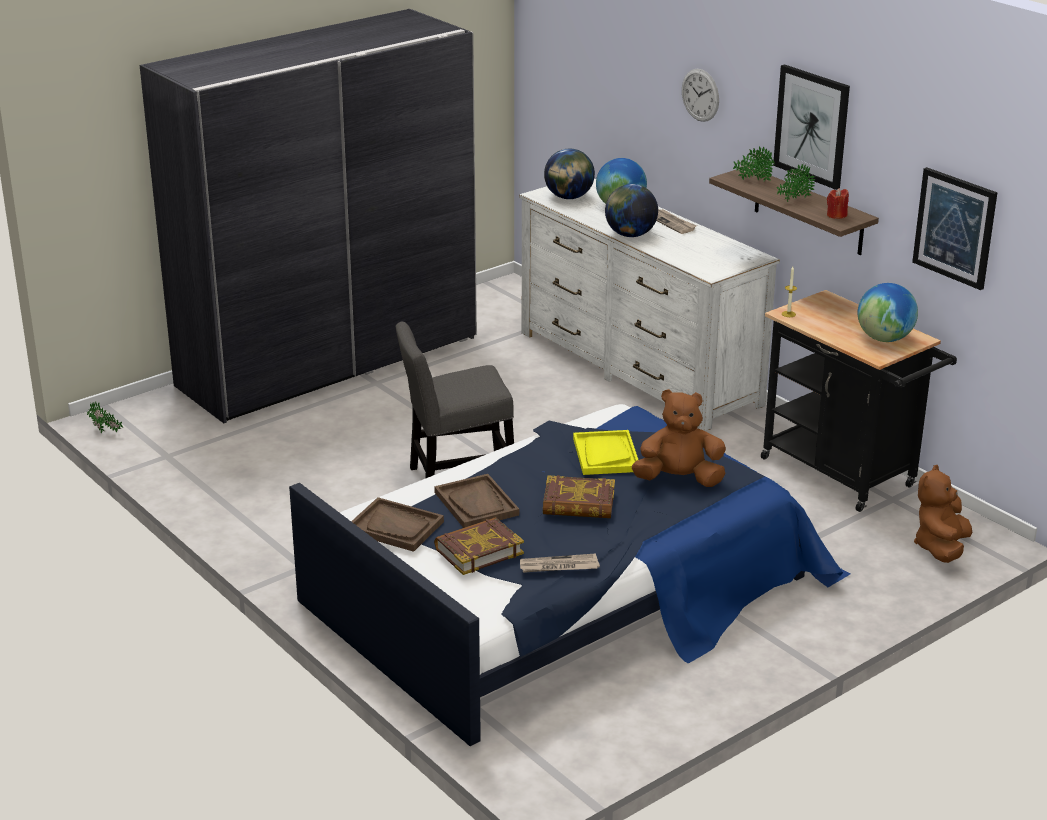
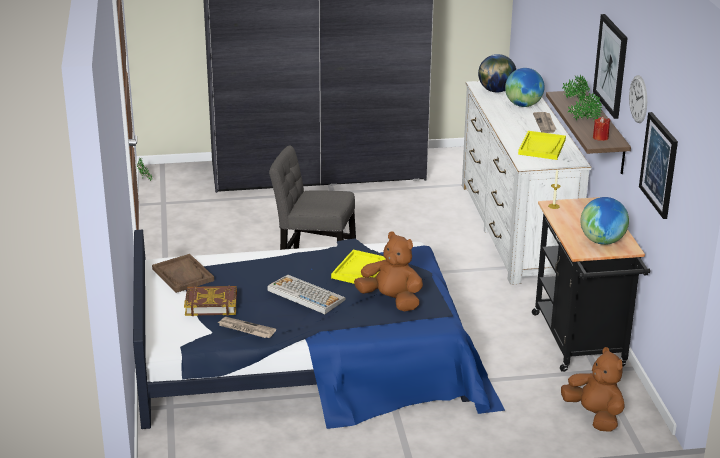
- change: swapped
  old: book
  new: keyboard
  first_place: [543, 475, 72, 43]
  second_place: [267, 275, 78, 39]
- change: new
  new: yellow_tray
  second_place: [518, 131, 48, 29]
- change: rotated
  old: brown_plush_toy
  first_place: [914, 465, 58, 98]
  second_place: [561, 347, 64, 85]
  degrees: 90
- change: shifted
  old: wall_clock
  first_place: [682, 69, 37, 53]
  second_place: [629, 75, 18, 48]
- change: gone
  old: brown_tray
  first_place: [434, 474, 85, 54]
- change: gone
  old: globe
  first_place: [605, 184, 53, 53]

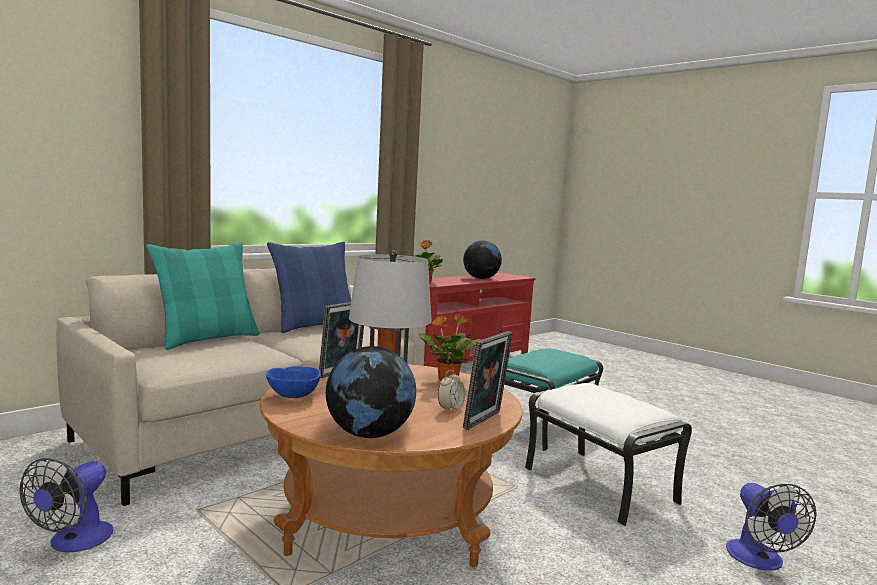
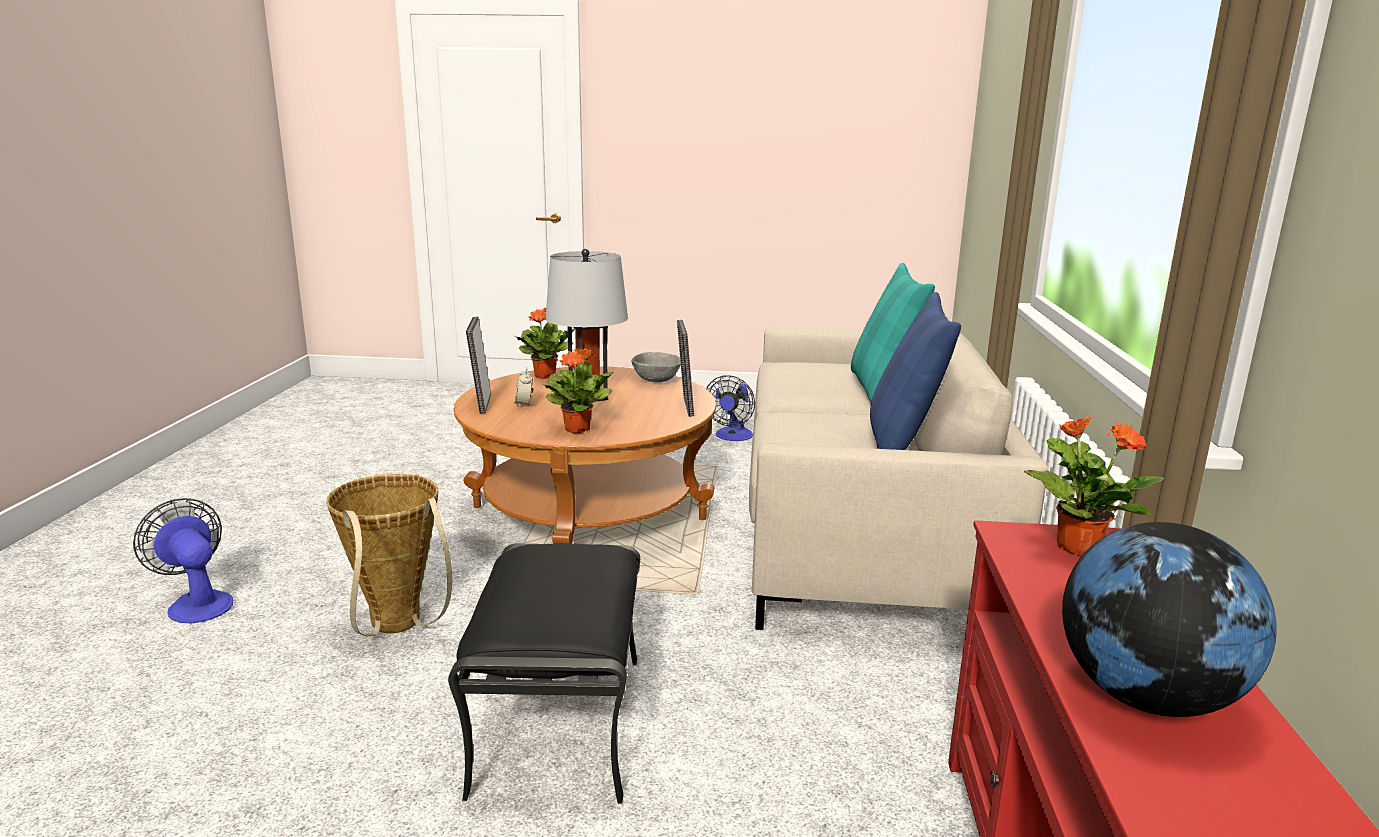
- change: swapped
  old: white_ottoman
  new: basket
  first_place: [525, 383, 167, 143]
  second_place: [326, 474, 126, 163]
- change: repainted
  old: turquoise_ottoman
  new: black_ottoman
  first_place: [504, 348, 99, 103]
  second_place: [448, 543, 192, 261]
- change: swapped
  old: globe
  new: potted_plant
  first_place: [326, 346, 90, 92]
  second_place: [514, 308, 61, 71]
- change: repainted
  old: blue_bowl
  new: grey_bowl
  first_place: [266, 366, 55, 32]
  second_place: [631, 352, 50, 31]
- change: rotated
  old: fan
  first_place: [19, 458, 94, 95]
  second_place: [706, 375, 49, 66]
  degrees: -135

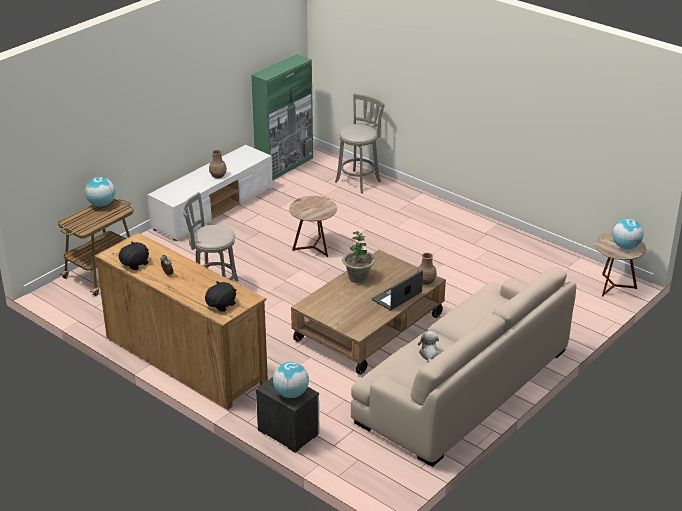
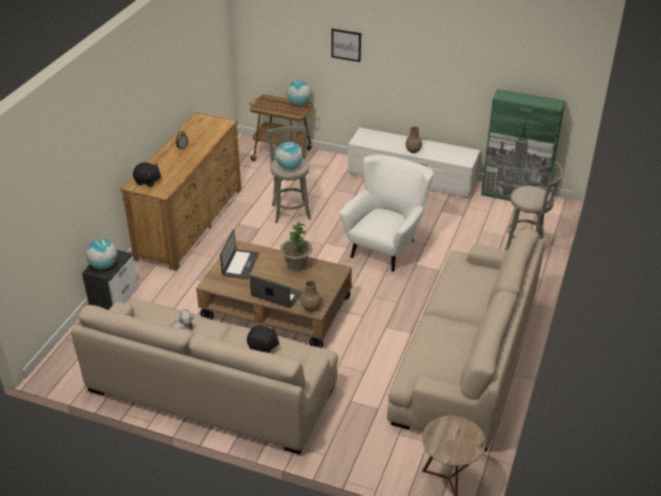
- change: new
  new: laptop
  second_place: [220, 230, 39, 49]
- change: shifted
  old: black_plush_toy
  first_place: [119, 241, 30, 29]
  second_place: [247, 325, 32, 28]
- change: shifted
  old: globe
  first_place: [612, 219, 32, 30]
  second_place: [275, 142, 28, 27]
- change: new
  new: picture
  second_place: [331, 29, 30, 33]
- change: swapped
  old: brown_side_table
  new: white_armchair
  first_place: [289, 196, 48, 61]
  second_place: [339, 154, 95, 118]
- change: new
  new: beige_sofa
  second_place: [387, 229, 158, 222]

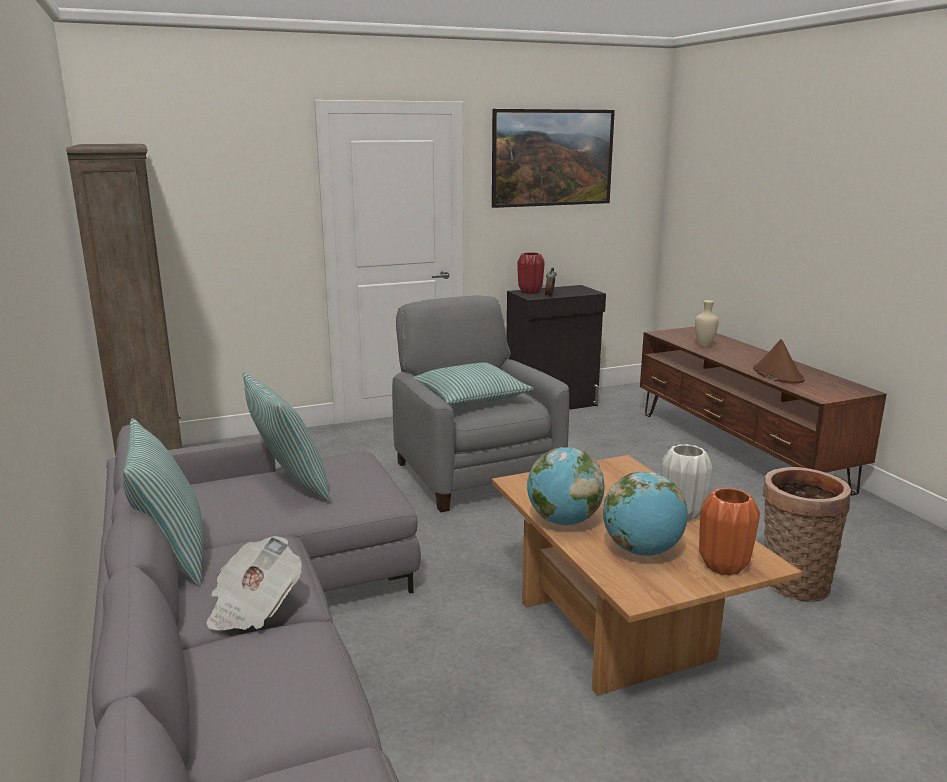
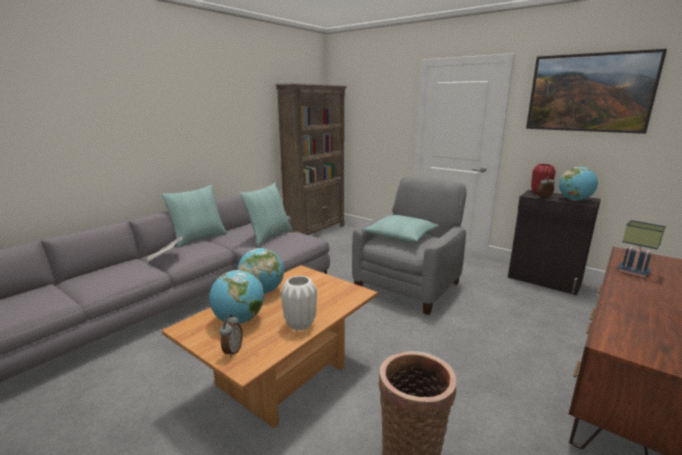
- change: swapped
  old: orange_vase
  new: alarm_clock
  first_place: [699, 488, 61, 88]
  second_place: [219, 315, 24, 42]
- change: new
  new: globe
  second_place: [559, 167, 39, 34]
- change: swapped
  old: beige_vase
  new: table_lamp
  first_place: [695, 300, 24, 47]
  second_place: [617, 220, 49, 58]
- change: gone
  old: brown_hat
  first_place: [753, 339, 52, 45]

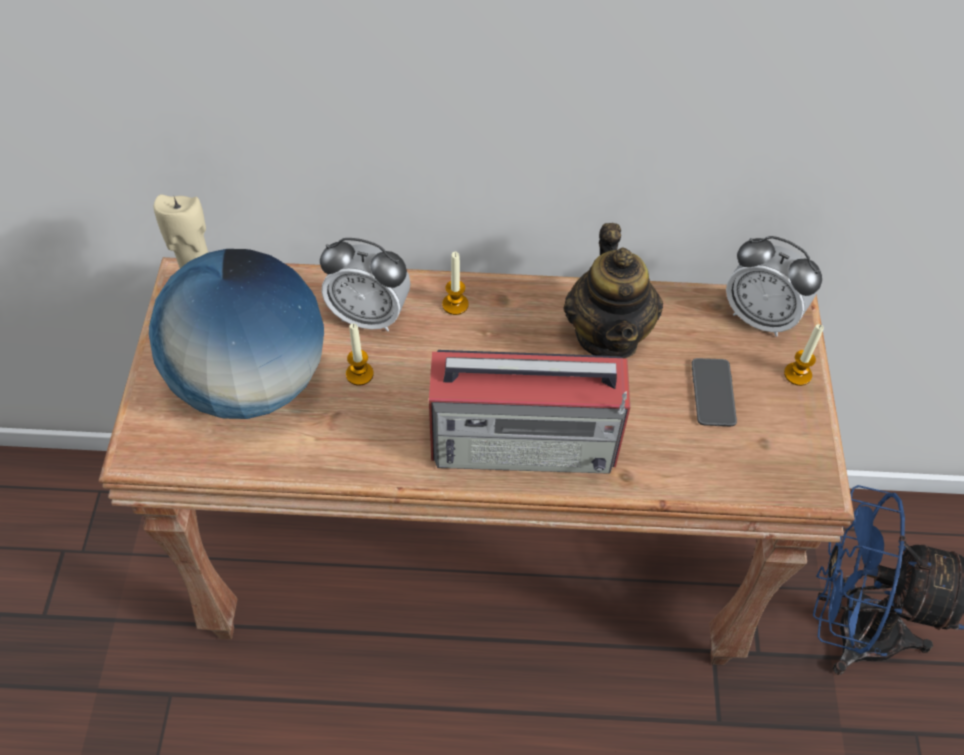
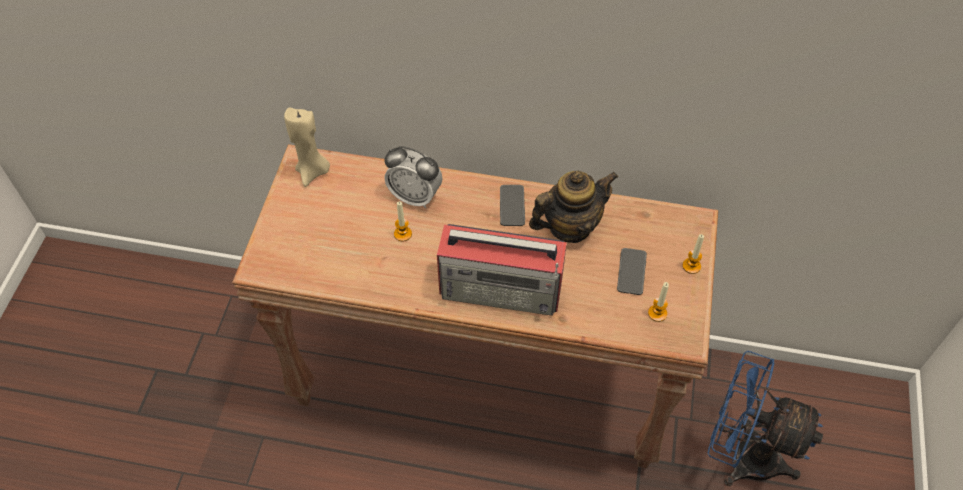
- change: new
  new: phone
  second_place: [500, 185, 25, 41]
- change: rotated
  old: teapot
  first_place: [564, 223, 99, 135]
  second_place: [529, 171, 89, 72]
  degrees: -120
- change: shifted
  old: candle
  first_place: [442, 252, 27, 63]
  second_place: [648, 282, 21, 40]
- change: gone
  old: globe
  first_place: [149, 249, 175, 170]
- change: gone
  old: alarm_clock
  first_place: [726, 236, 96, 101]

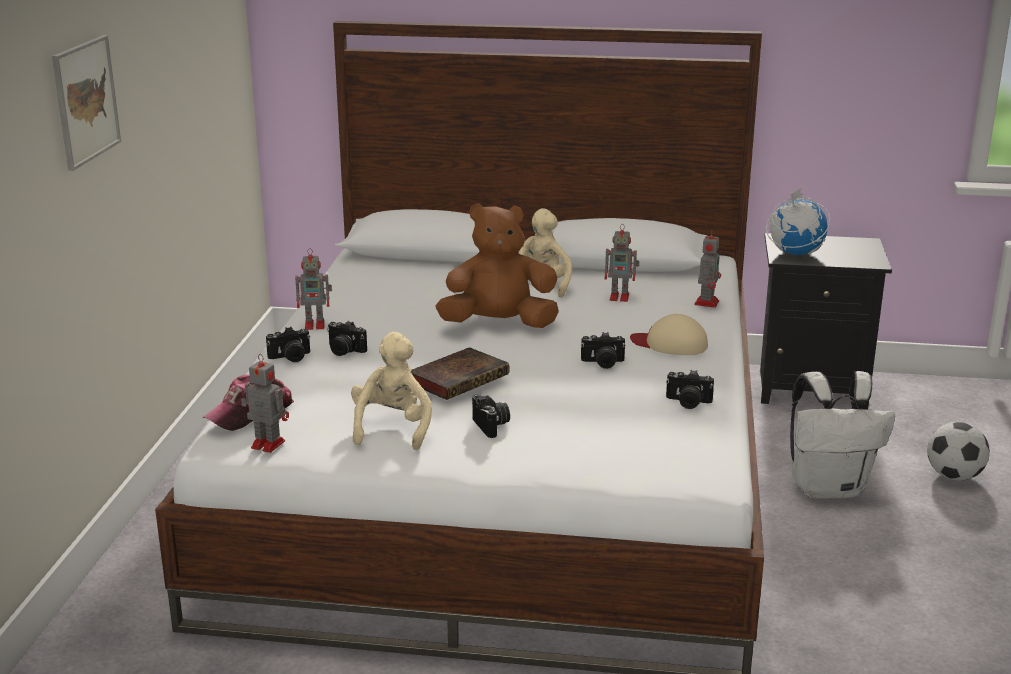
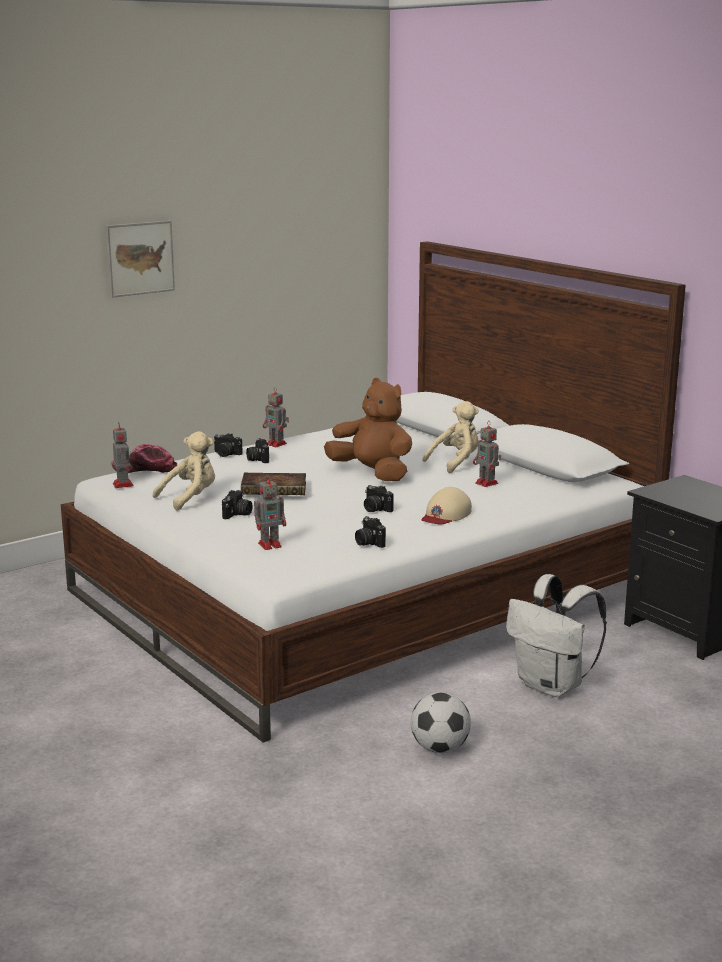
- change: shifted
  old: toy_robot
  first_place: [695, 230, 26, 78]
  second_place: [254, 474, 32, 76]
- change: shifted
  old: football
  first_place: [927, 422, 63, 59]
  second_place: [411, 692, 60, 61]
- change: rotated
  old: beige_cap
  first_place: [630, 314, 78, 41]
  second_place: [421, 487, 51, 37]
  degrees: -120
- change: gone
  old: globe
  first_place: [766, 187, 64, 68]

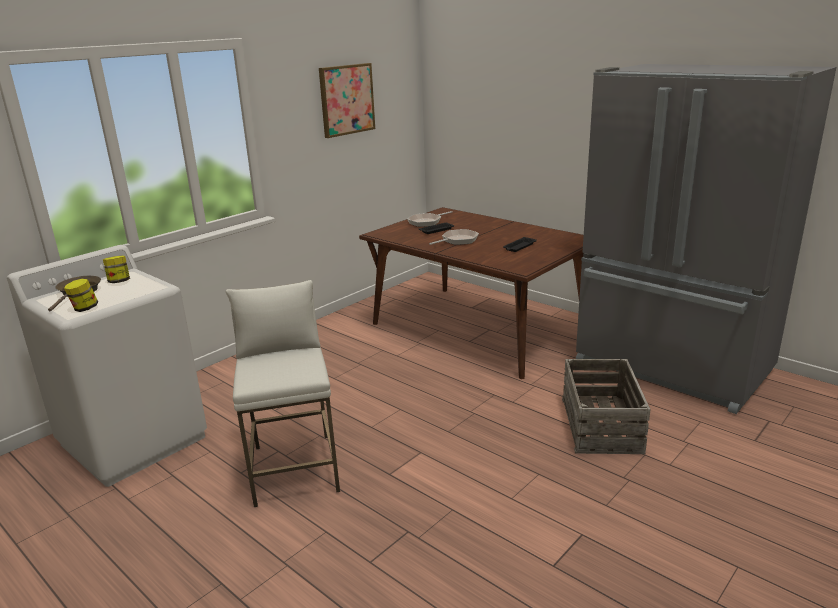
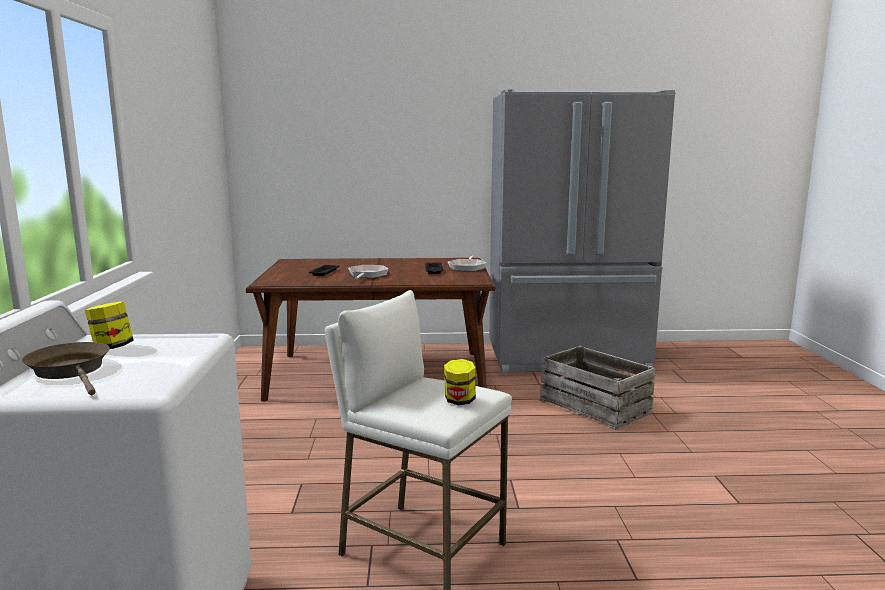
- change: shifted
  old: jar
  first_place: [64, 278, 34, 34]
  second_place: [444, 359, 32, 46]
- change: shifted
  old: frying_pan
  first_place: [407, 211, 46, 16]
  second_place: [448, 256, 39, 15]
- change: gone
  old: picture
  first_place: [319, 63, 56, 75]

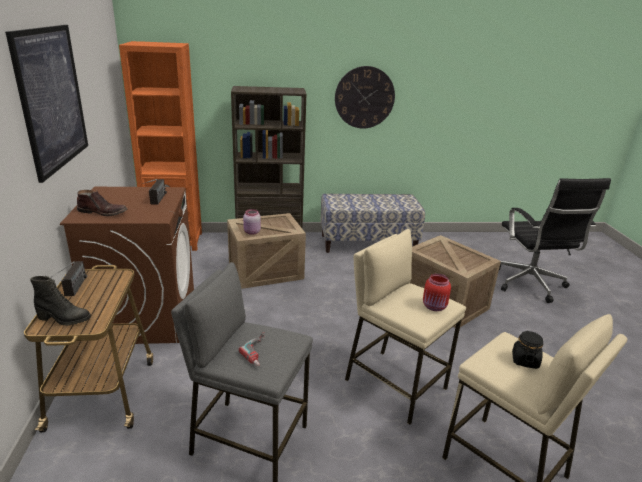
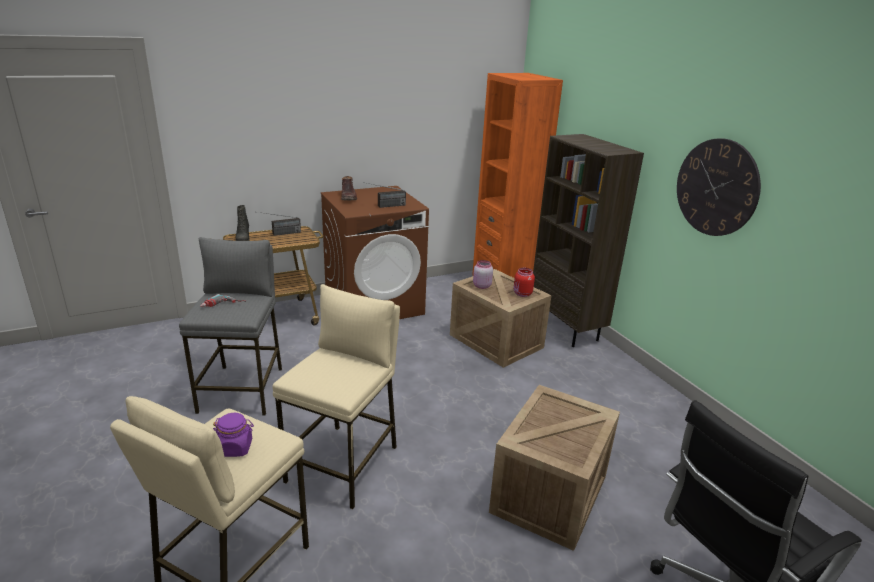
- change: repainted
  old: black_jar
  new: purple_jar
  first_place: [512, 331, 31, 38]
  second_place: [213, 413, 41, 44]
- change: shifted
  old: red_jar
  first_place: [423, 274, 28, 37]
  second_place: [514, 268, 21, 29]
- change: gone
  old: picture
  first_place: [5, 25, 83, 158]
- change: gone
  old: bench
  first_place: [320, 194, 105, 59]

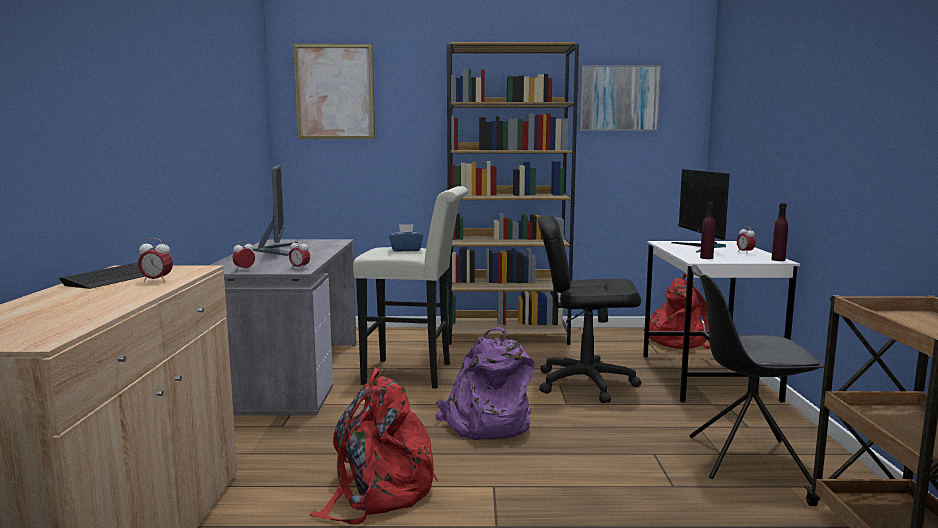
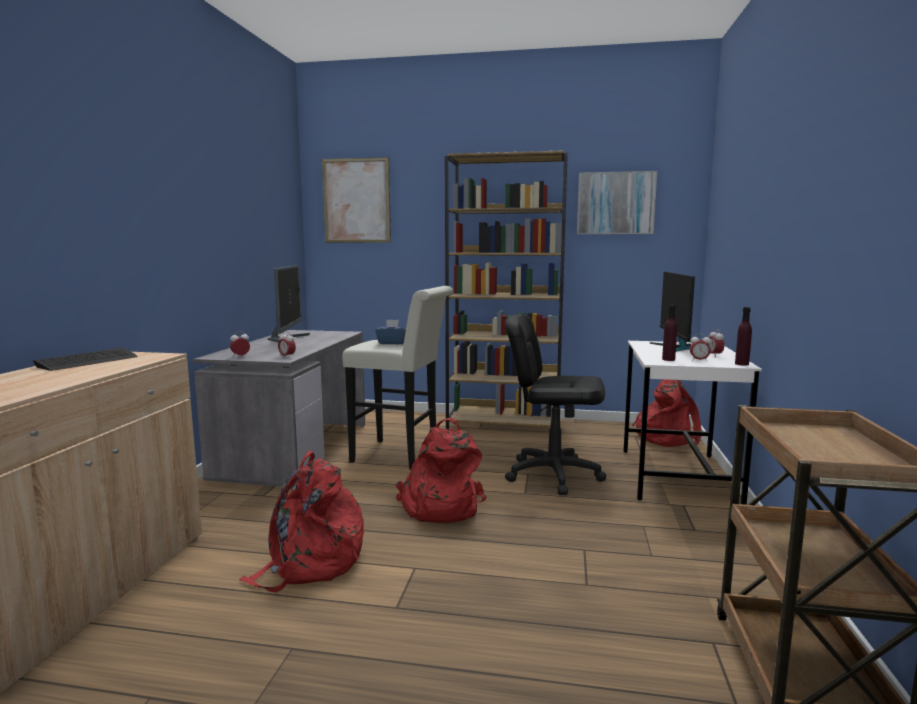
- change: repainted
  old: purple_backpack
  new: red_backpack
  first_place: [435, 327, 100, 113]
  second_place: [395, 418, 91, 105]
- change: shifted
  old: alarm_clock
  first_place: [138, 239, 35, 43]
  second_place: [690, 334, 21, 27]
- change: gone
  old: black_chair
  first_place: [690, 265, 134, 220]

